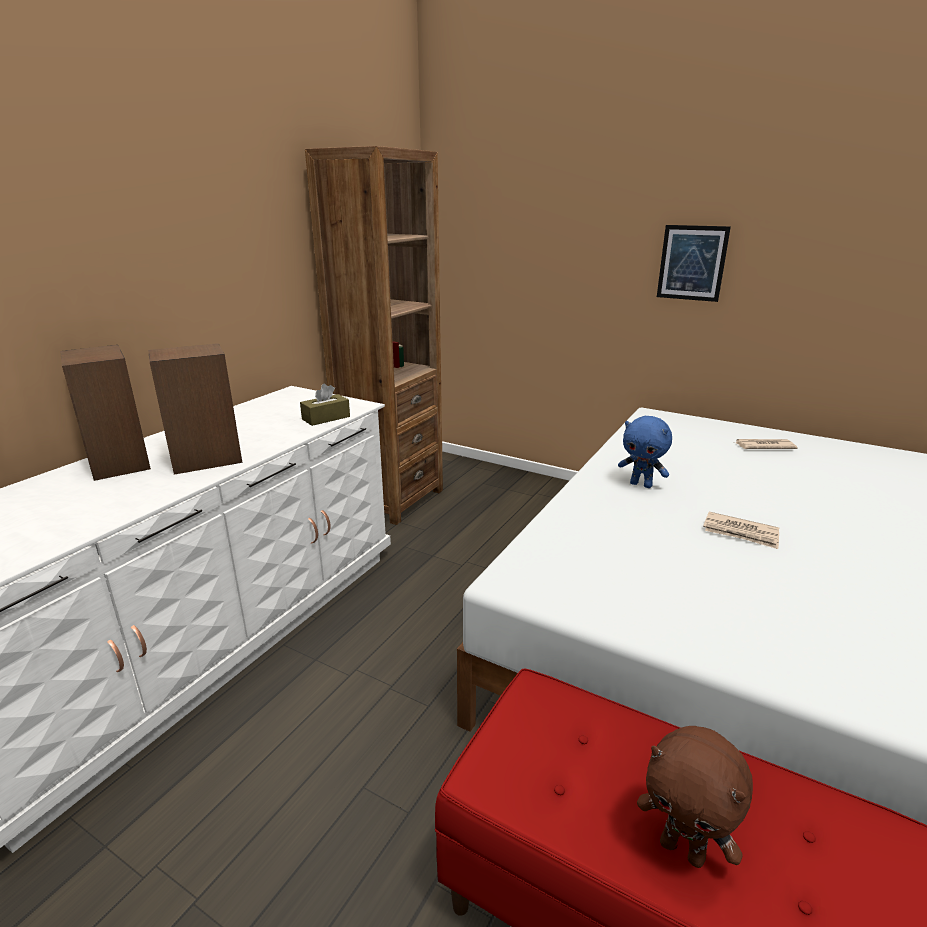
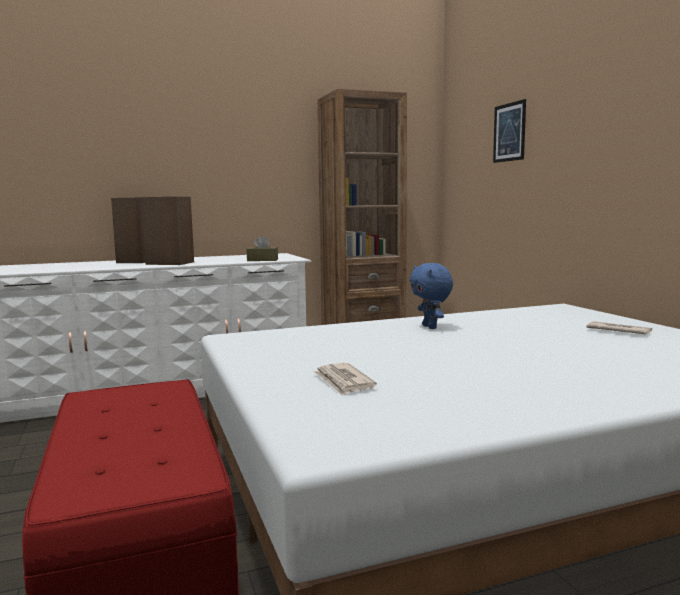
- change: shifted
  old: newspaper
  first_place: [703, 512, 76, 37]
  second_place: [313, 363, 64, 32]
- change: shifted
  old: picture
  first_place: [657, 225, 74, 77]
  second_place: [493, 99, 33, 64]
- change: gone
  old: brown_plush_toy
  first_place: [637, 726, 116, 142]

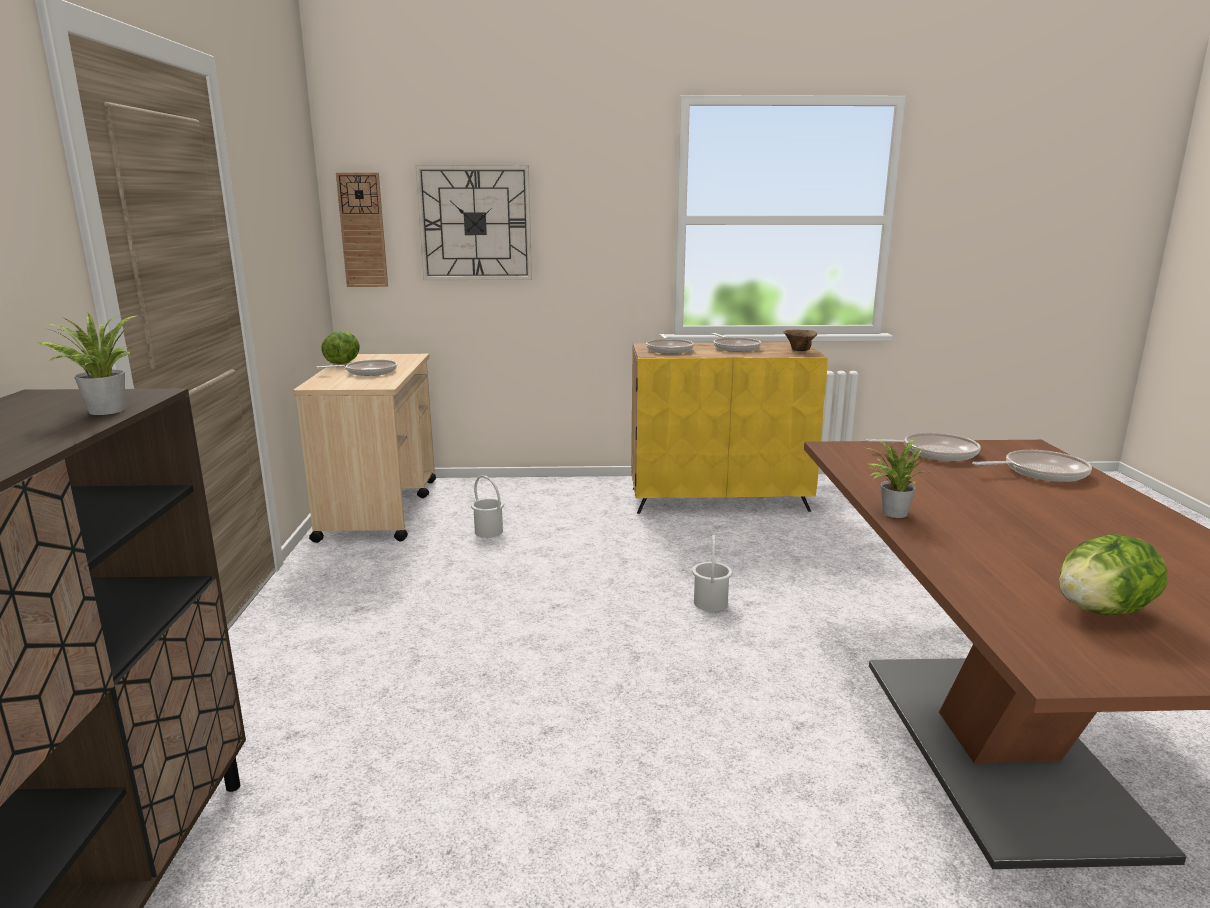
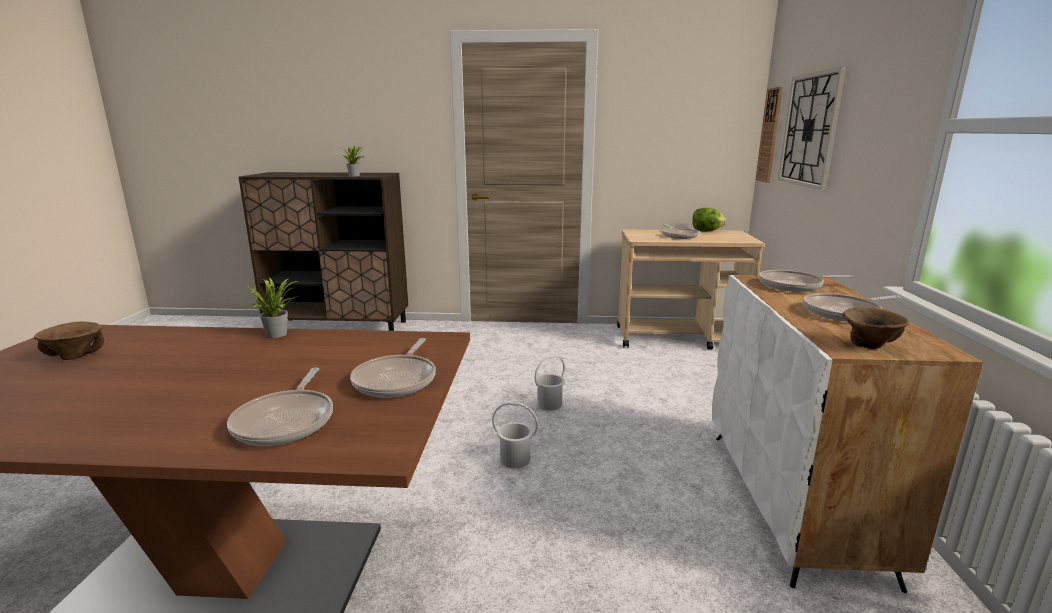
- change: swapped
  old: lettuce
  new: brown_bowl
  first_place: [1059, 534, 109, 81]
  second_place: [34, 321, 70, 39]
- change: shifted
  old: white_bucket
  first_place: [471, 475, 33, 63]
  second_place: [534, 355, 31, 56]
- change: repainted
  old: yellow_cabinet
  new: white_cabinet
  first_place: [631, 342, 197, 172]
  second_place: [712, 275, 271, 318]

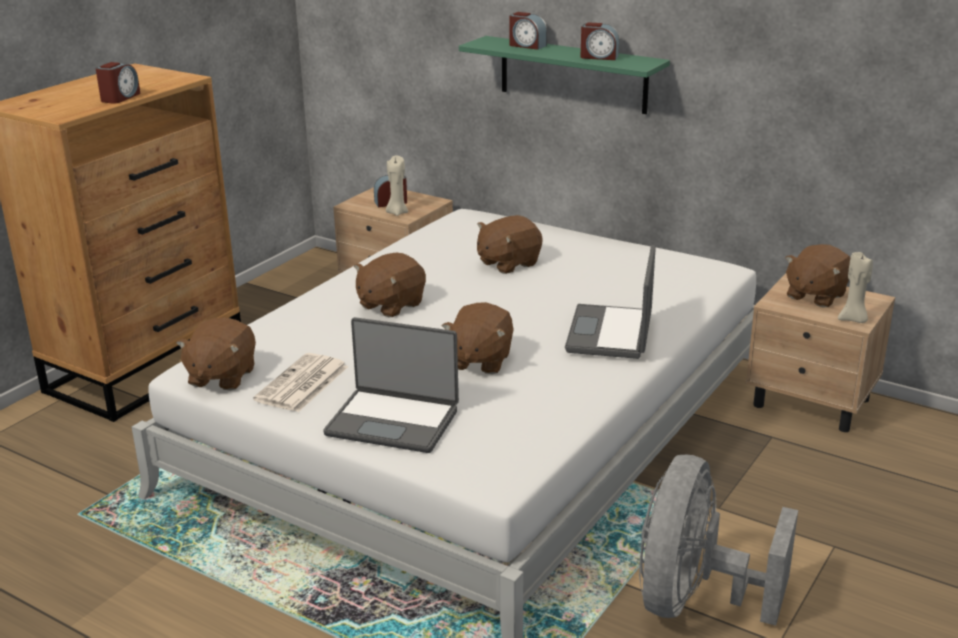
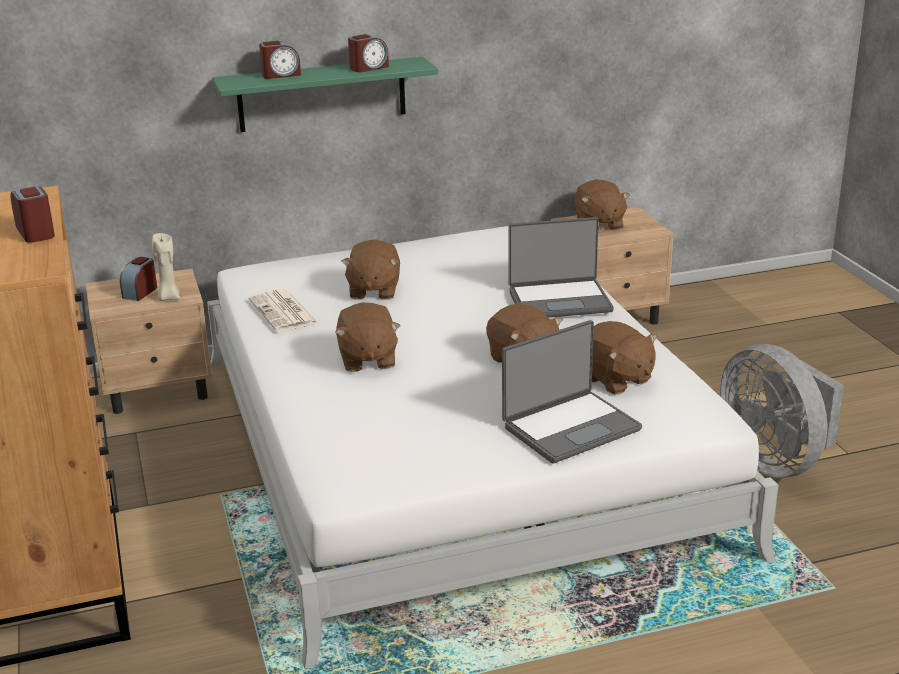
- change: shifted
  old: newspaper
  first_place: [253, 353, 96, 59]
  second_place: [248, 289, 71, 43]
- change: rotated
  old: laptop
  first_place: [565, 245, 91, 114]
  second_place: [509, 217, 105, 101]
  degrees: -60
- change: shifted
  old: brown_plush_toy
  first_place: [176, 317, 80, 74]
  second_place: [592, 321, 65, 74]
- change: gone
  old: beige_candle
  first_place: [838, 252, 35, 71]

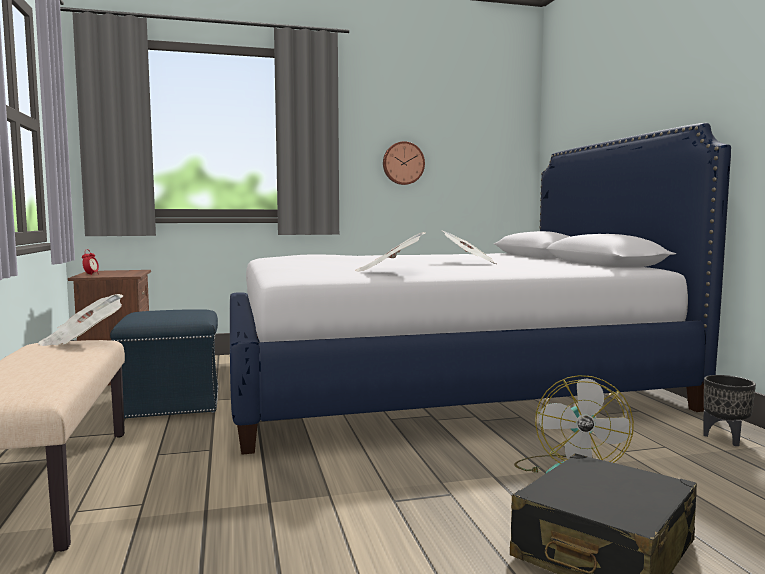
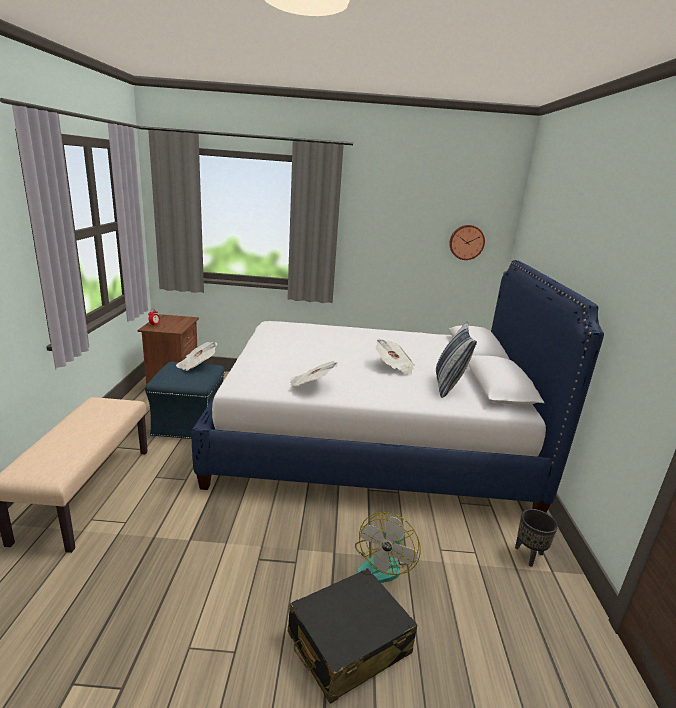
- change: shifted
  old: newspaper
  first_place: [38, 294, 85, 52]
  second_place: [176, 342, 42, 29]
- change: new
  new: pillow
  second_place: [436, 322, 41, 76]
- change: shifted
  old: wall_clock
  first_place: [383, 141, 42, 44]
  second_place: [449, 225, 36, 35]

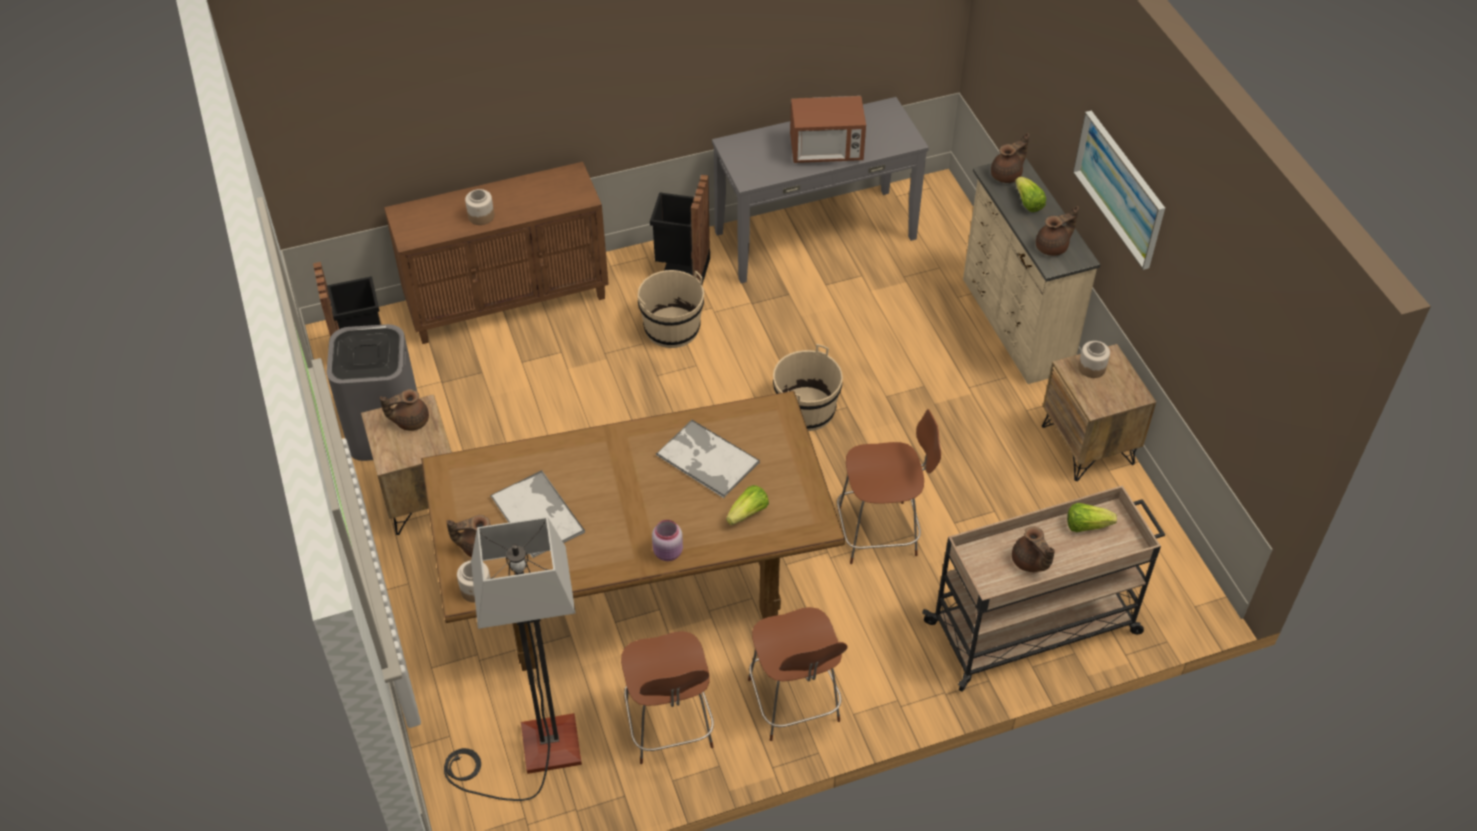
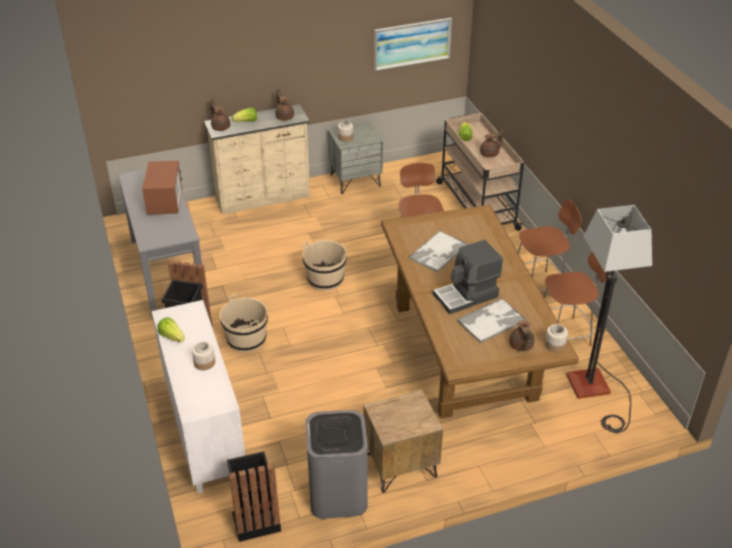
- change: repainted
  old: brown_cabinet
  new: white_cabinet
  first_place: [384, 162, 225, 182]
  second_place: [152, 300, 93, 194]
- change: shifted
  old: lettuce
  first_place: [726, 485, 43, 40]
  second_place: [157, 318, 28, 24]
- change: repainted
  old: brown_nightstand
  new: grey_nightstand
  first_place: [1042, 344, 114, 137]
  second_place: [328, 122, 55, 72]
- change: shifted
  old: picture
  first_place: [1073, 111, 92, 159]
  second_place: [374, 18, 79, 53]
- change: new
  new: coffee_machine
  second_place: [433, 240, 70, 74]
- change: gone
  old: brown_teapot
  first_place: [380, 389, 49, 42]
- change: gone
  old: pink_jar
  first_place: [652, 520, 31, 41]

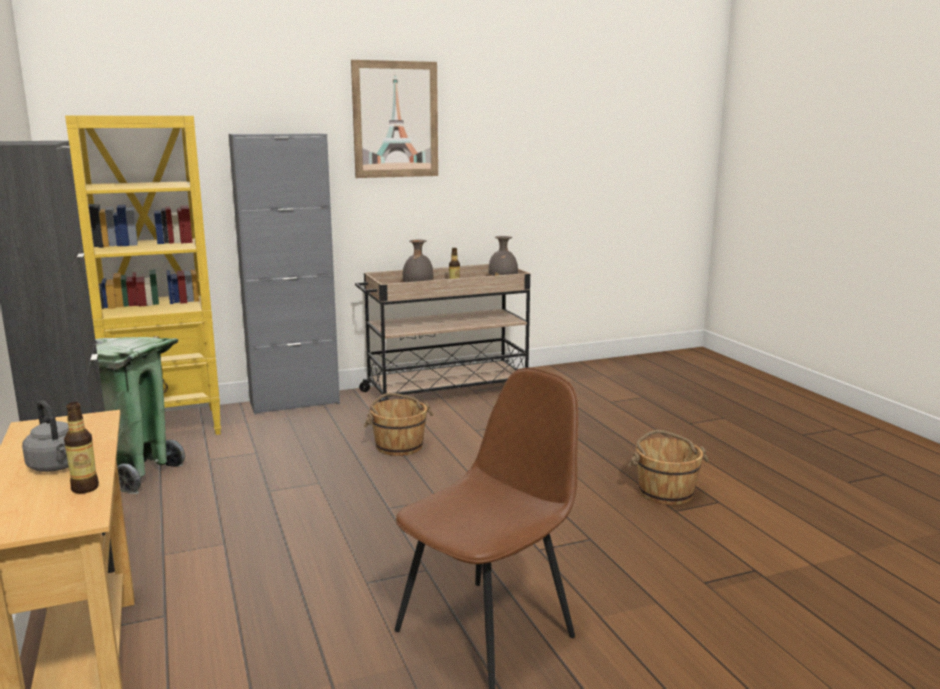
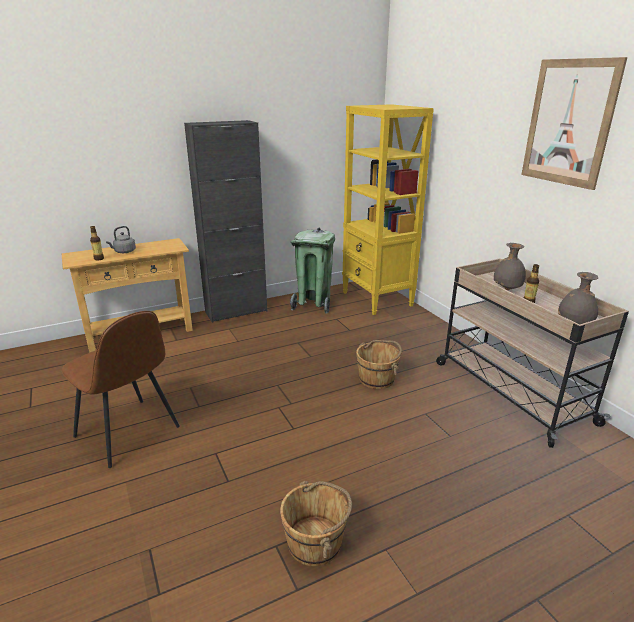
- change: gone
  old: grey_cabinet
  first_place: [229, 133, 111, 282]

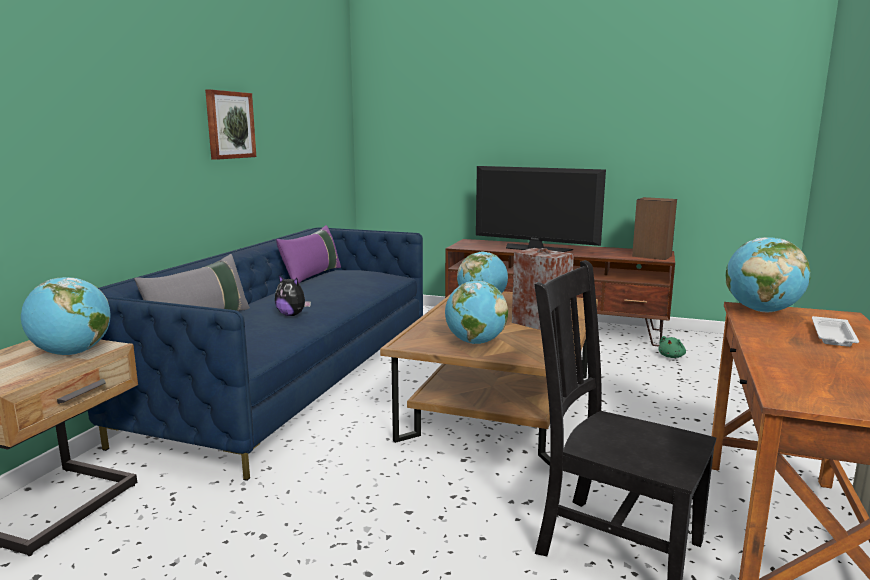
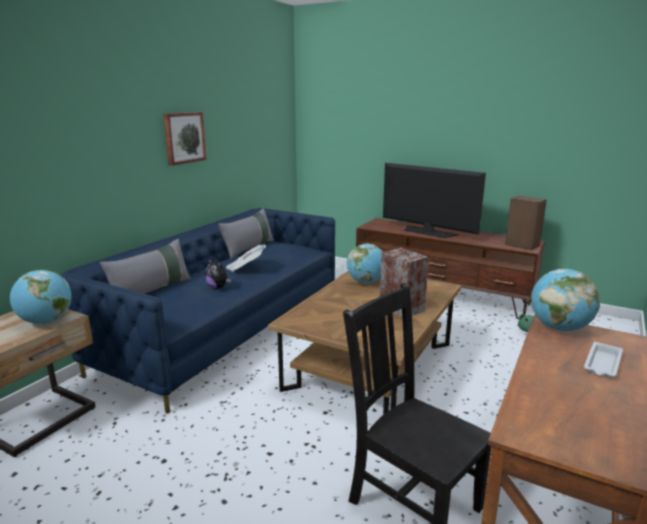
- change: repainted
  old: purple_pillow
  new: grey_pillow
  first_place: [276, 225, 65, 59]
  second_place: [218, 208, 56, 51]
- change: new
  new: newspaper
  second_place: [226, 245, 40, 27]
- change: gone
  old: globe
  first_place: [445, 281, 63, 63]

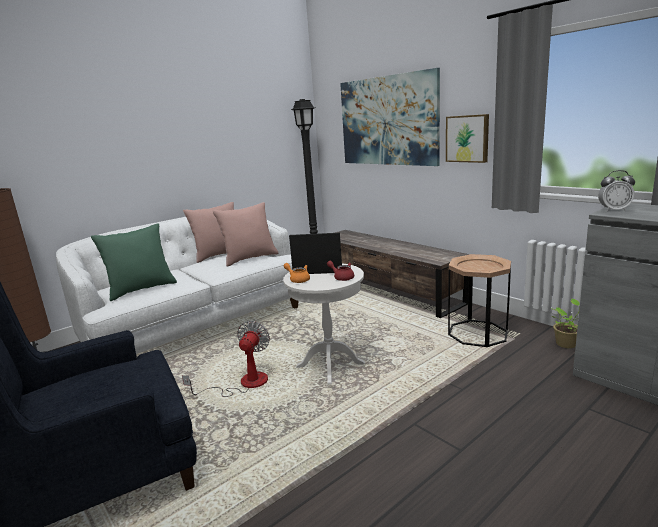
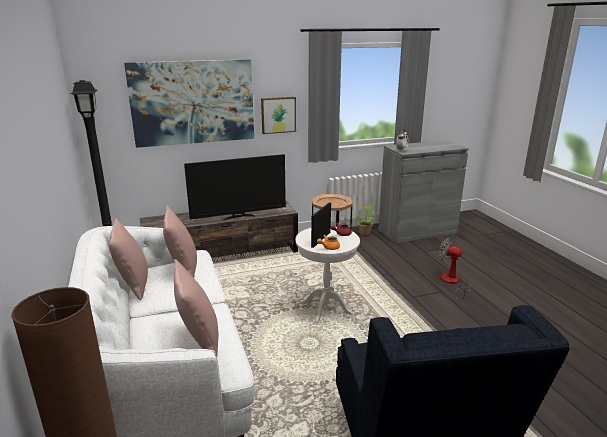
- change: repainted
  old: green_pillow
  new: pink_pillow
  first_place: [91, 224, 86, 77]
  second_place: [174, 259, 44, 97]
- change: new
  new: television
  second_place: [184, 154, 102, 66]
- change: shifted
  old: fan
  first_place: [182, 321, 88, 76]
  second_place: [439, 238, 32, 62]

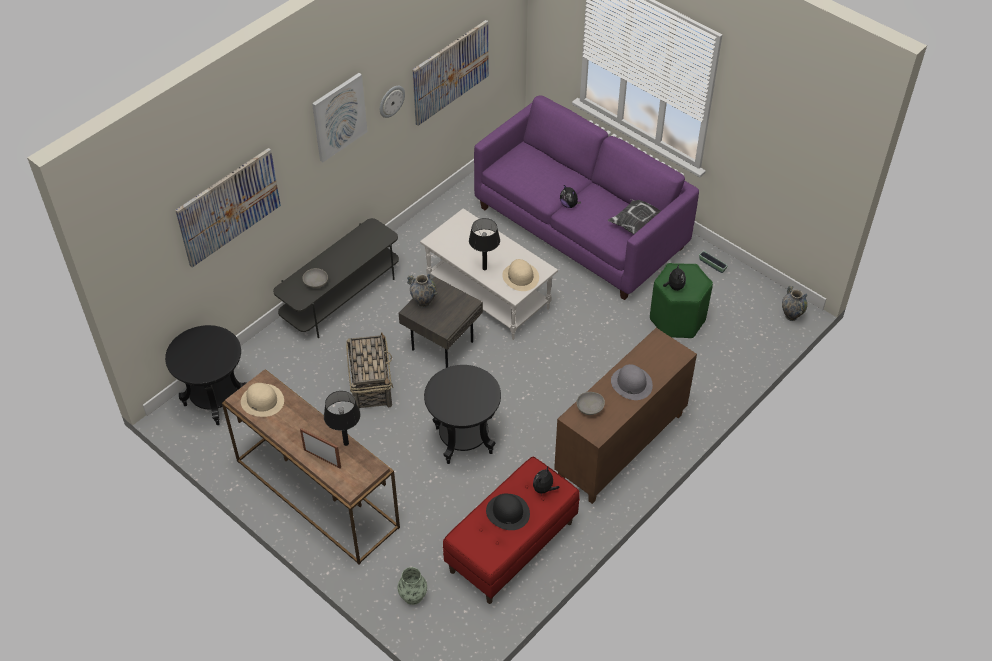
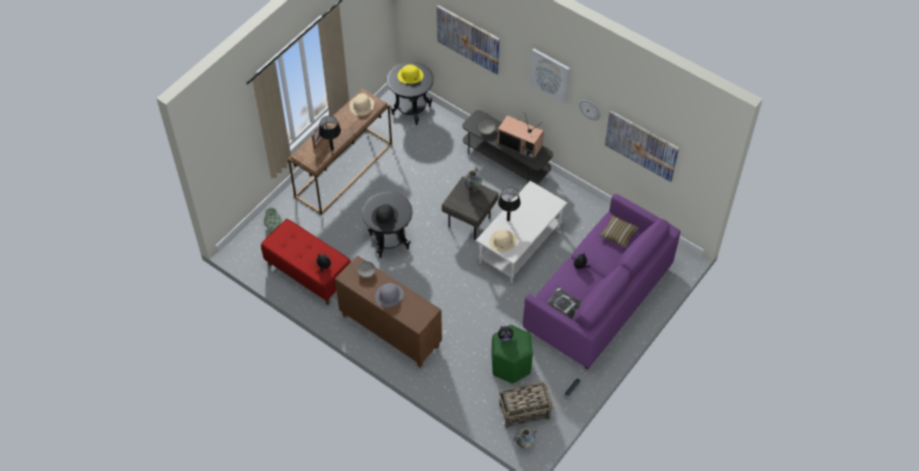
- change: shifted
  old: black_hat
  first_place: [486, 493, 44, 37]
  second_place: [372, 204, 26, 24]
- change: new
  new: yellow_hat
  second_place: [397, 65, 26, 19]
- change: new
  new: television
  second_place: [498, 115, 46, 44]
- change: shifted
  old: basket
  first_place: [346, 332, 47, 77]
  second_place: [499, 382, 54, 46]
- change: new
  new: pillow
  second_place: [599, 215, 40, 33]

